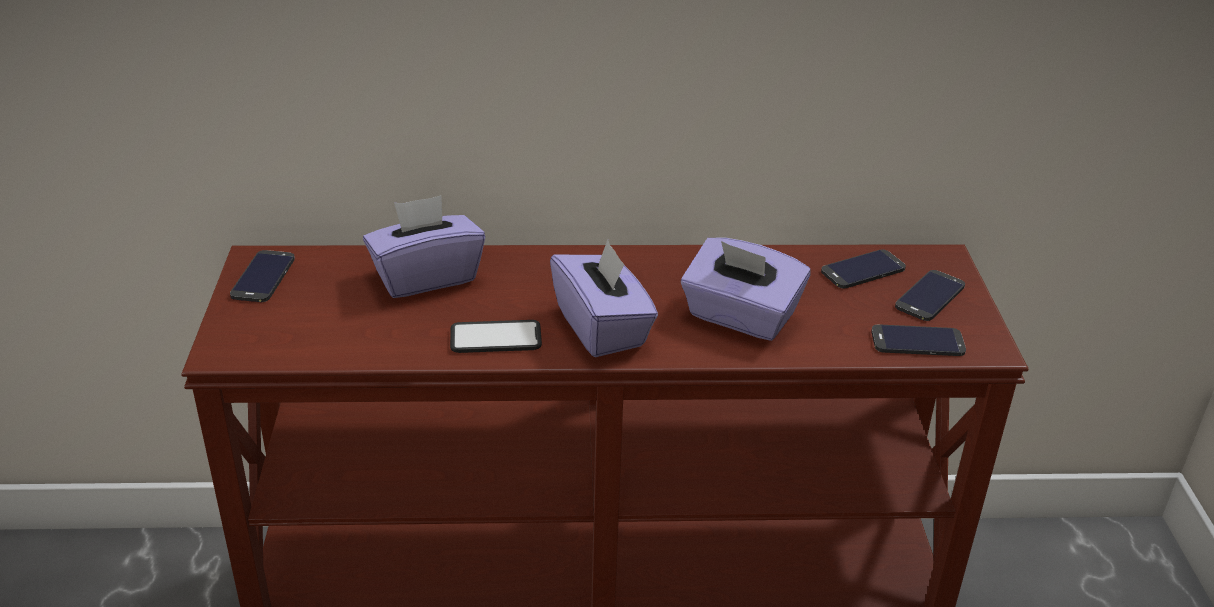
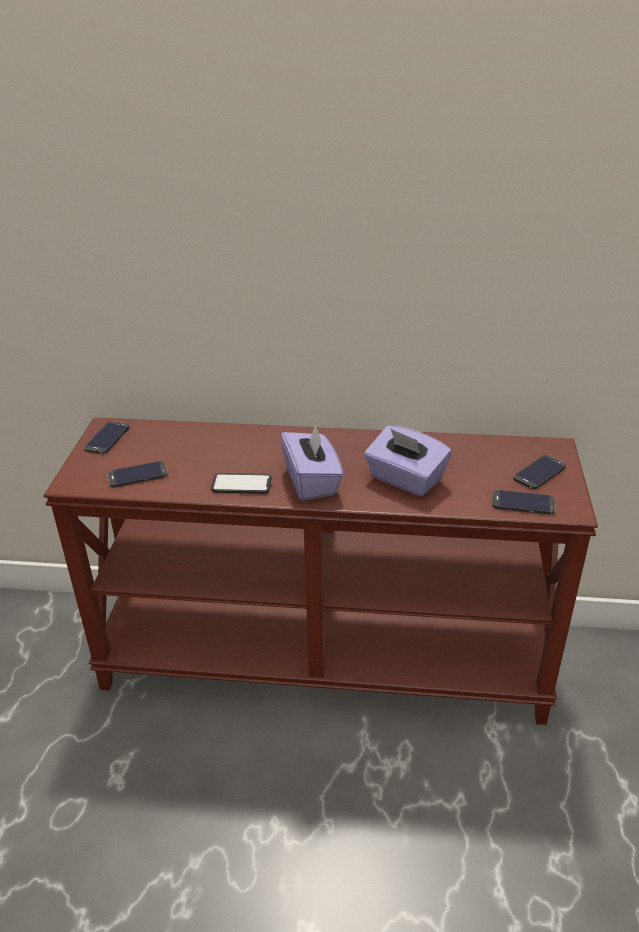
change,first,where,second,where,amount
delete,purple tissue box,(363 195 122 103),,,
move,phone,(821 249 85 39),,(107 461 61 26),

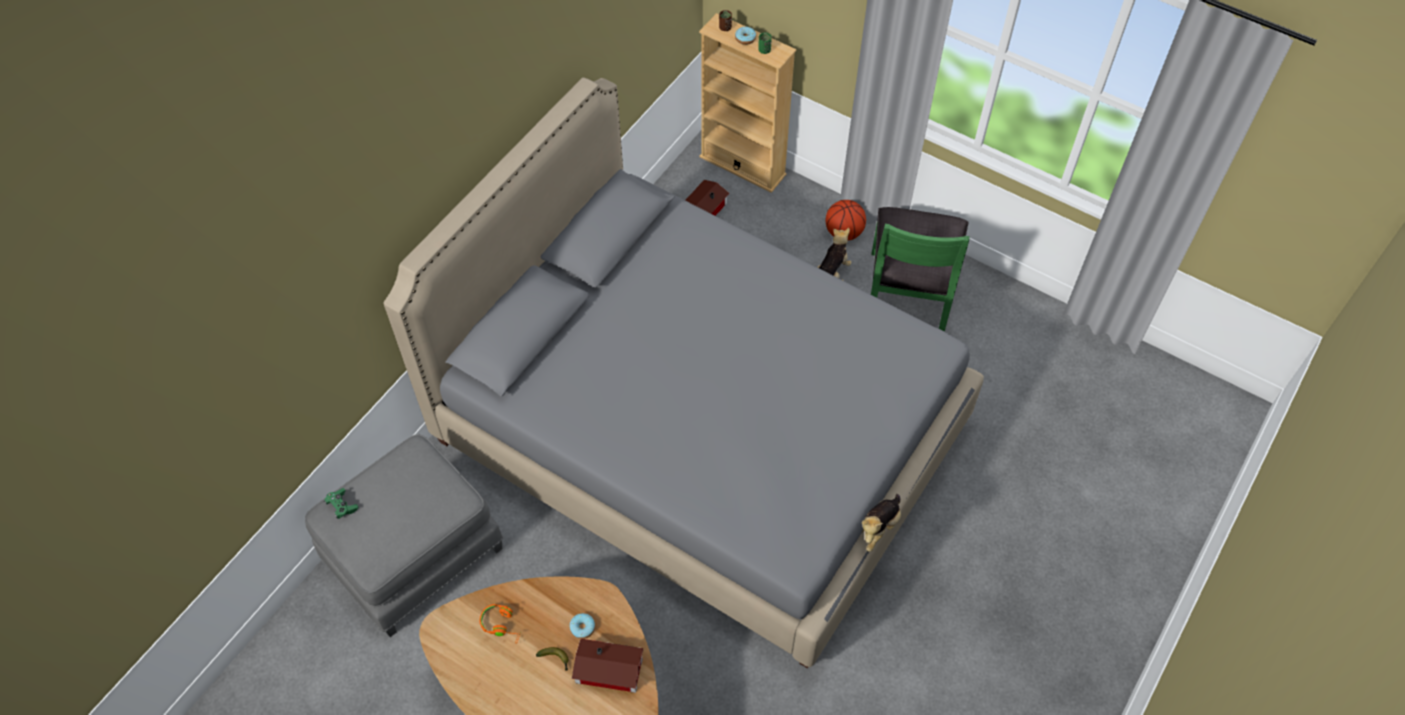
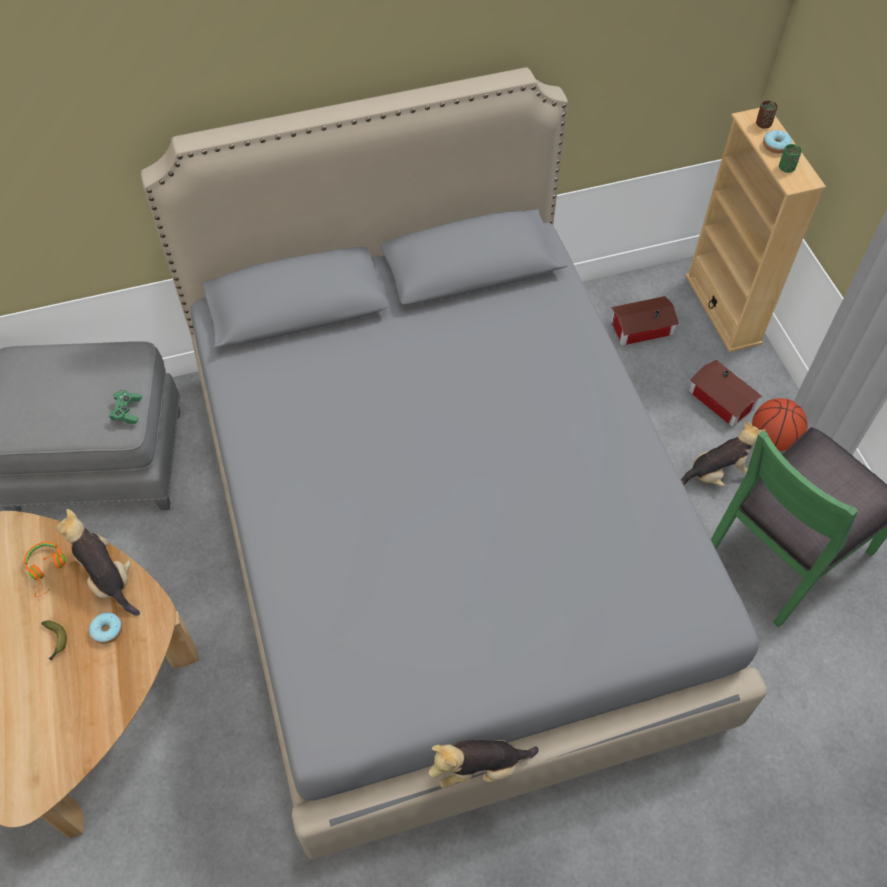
change,first,where,second,where,amount
insert,,,plush toy,(56 509 84 107),
move,green game controller,(324 488 35 31),,(109 390 33 34),
move,toy house,(572 639 72 54),,(689 360 74 67),

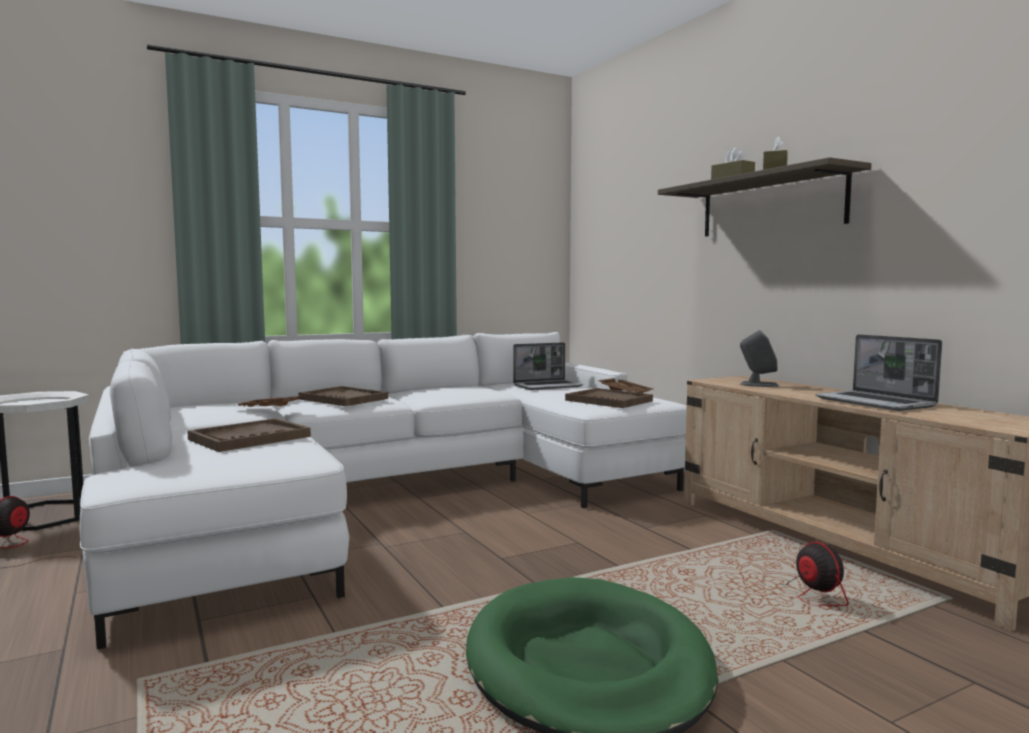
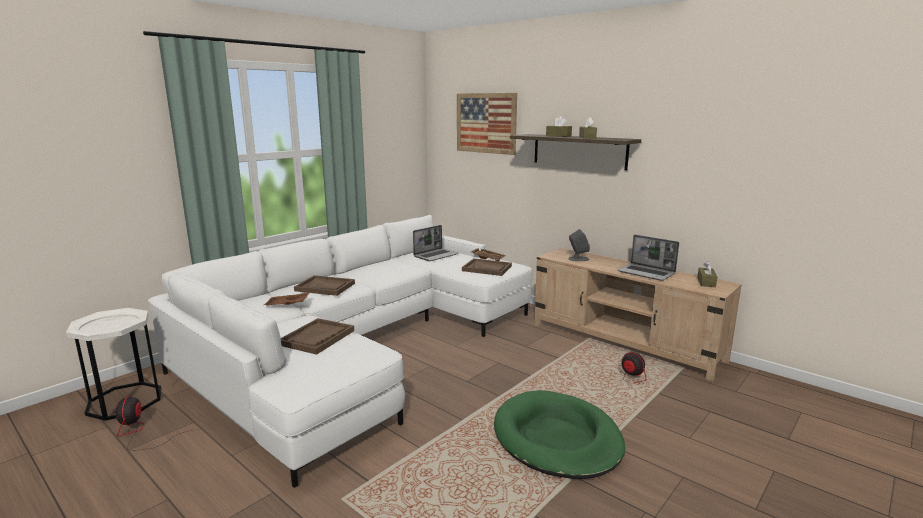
change,first,where,second,where,amount
insert,,,picture,(457 93 60 62),
insert,,,brown tissue box,(697 261 20 26),

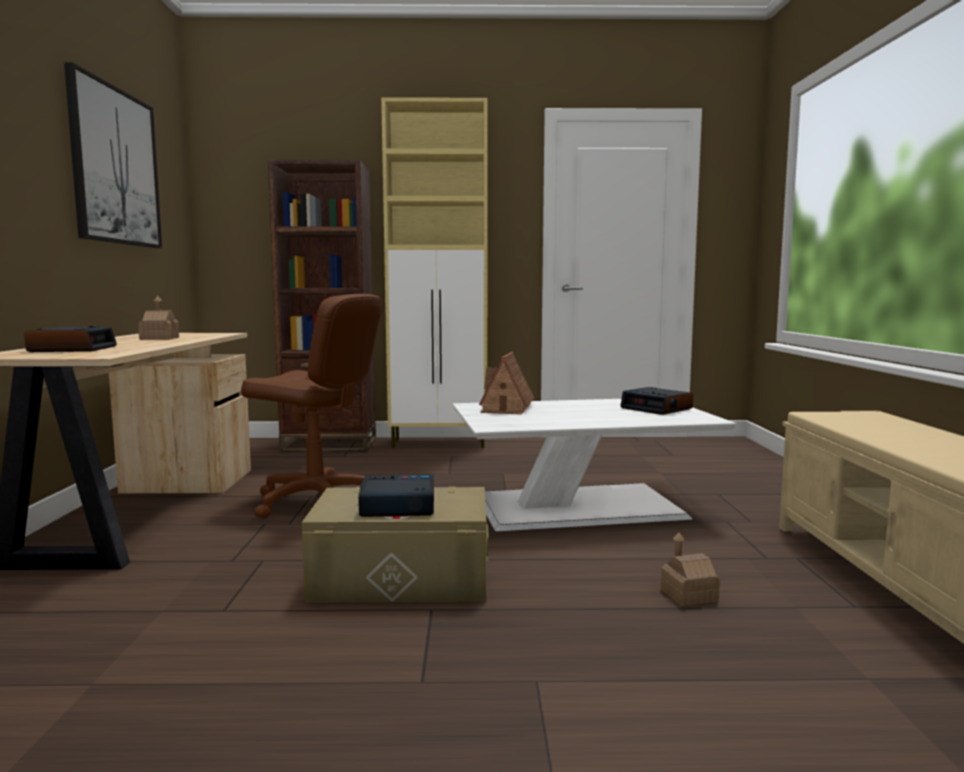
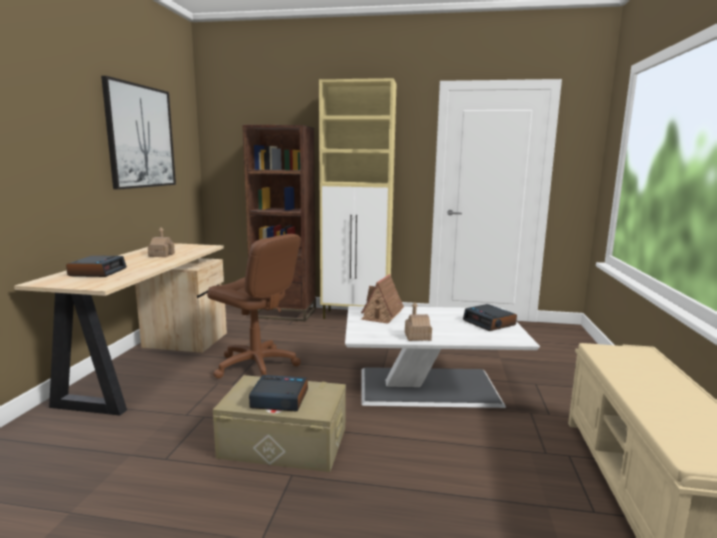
change,first,where,second,where,amount
move,toy house,(661 532 59 74),,(405 302 27 39),

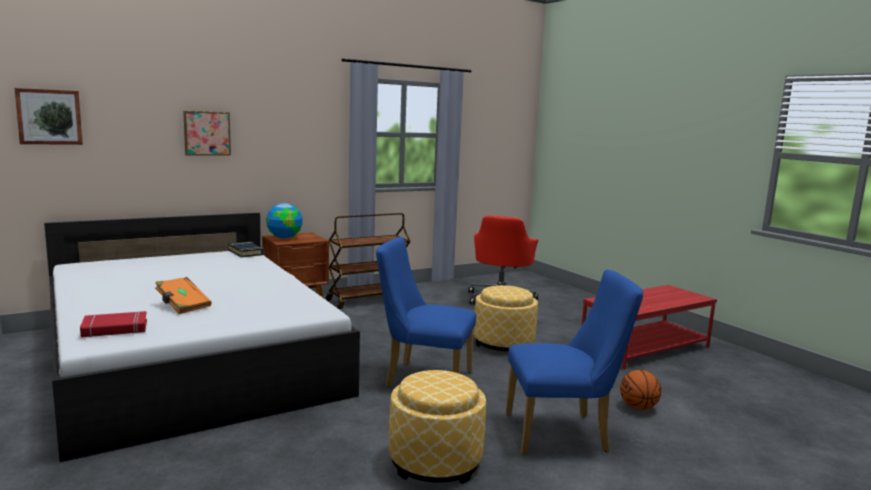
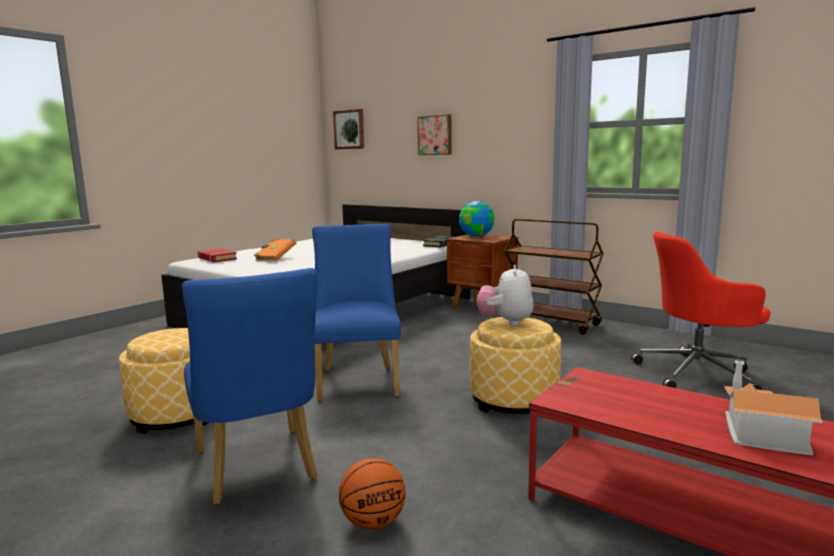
change,first,where,second,where,amount
insert,,,plush toy,(477 265 56 61),
insert,,,toy house,(724 360 99 95),

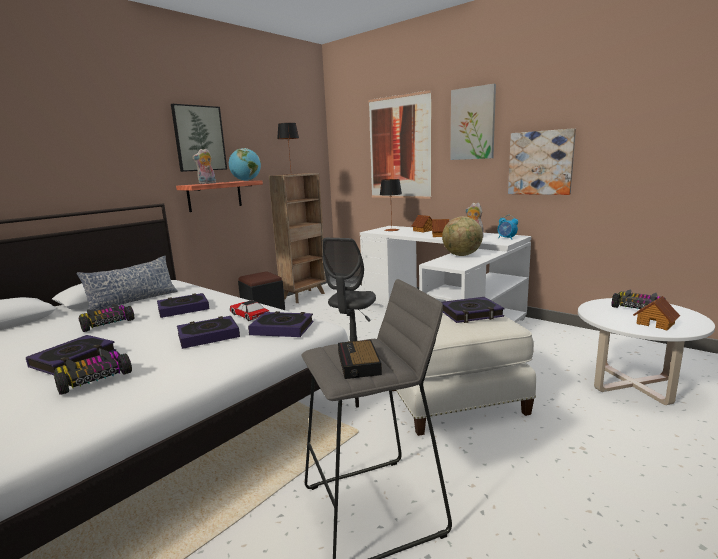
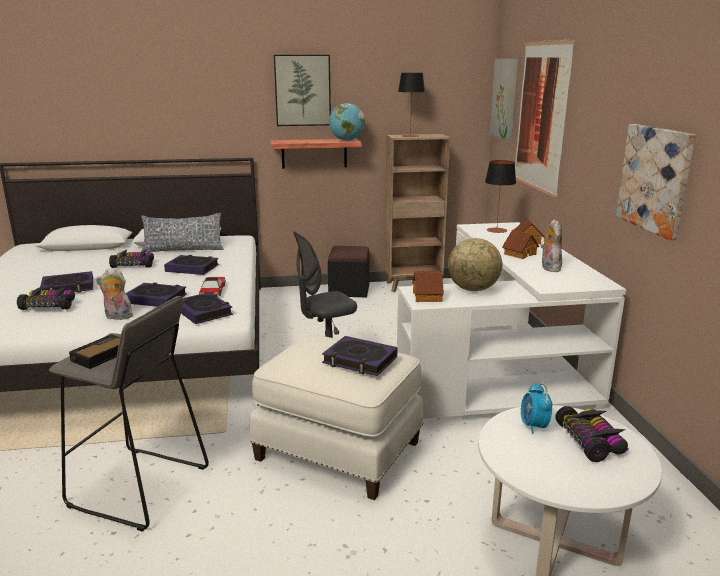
change,first,where,second,where,amount
move,plush toy,(192 149 24 35),,(96 268 37 52),
move,picture,(450 84 46 76),,(490 59 28 80),
move,alarm clock,(498 215 20 25),,(521 383 32 51),
move,toy house,(633 296 47 34),,(412 271 32 31),

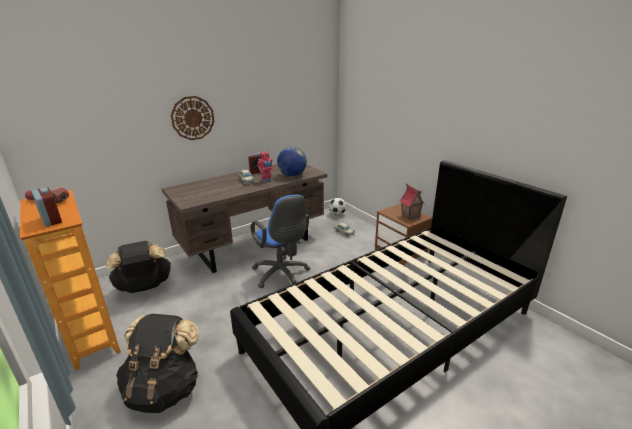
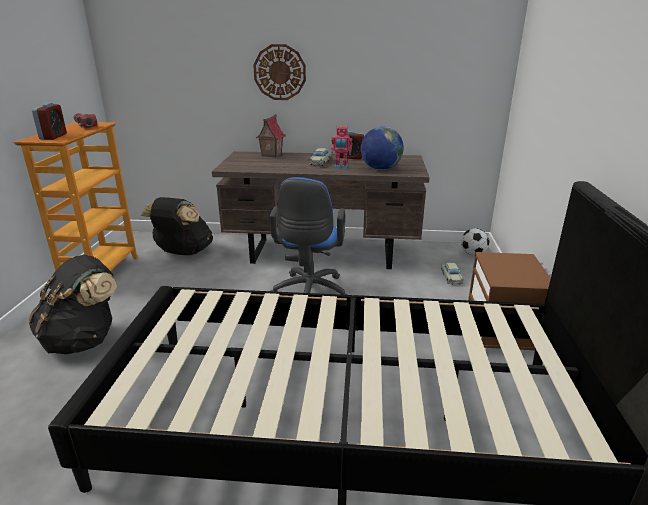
change,first,where,second,where,amount
move,toy house,(399 183 26 36),,(256 114 30 44),

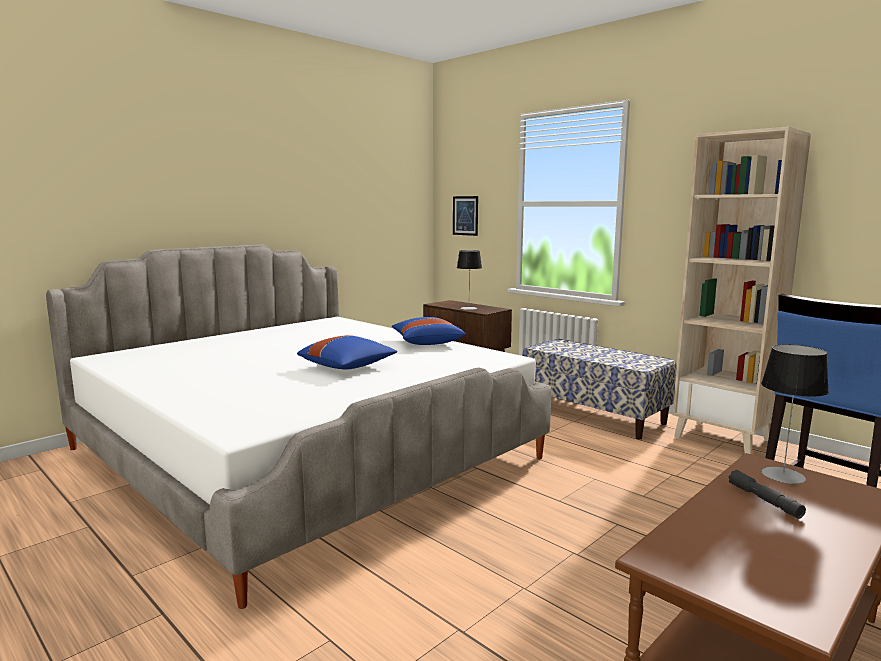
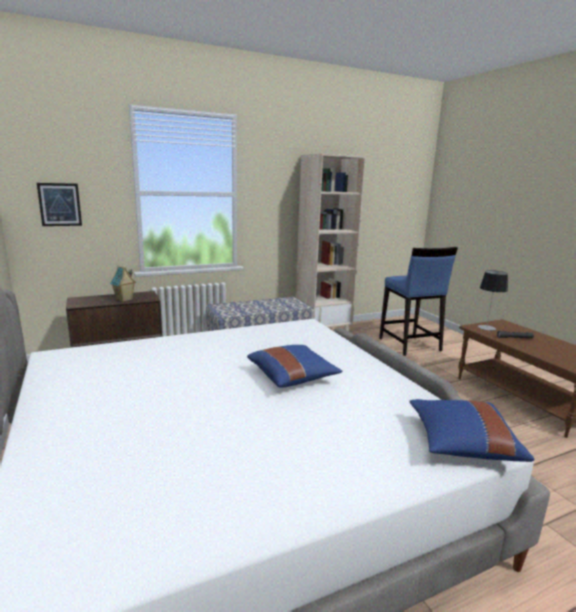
change,first,where,second,where,amount
move,blue pillow,(392 317 74 28),,(409 399 125 63),
replace,table lamp,(457 250 25 60),toy house,(110 265 26 37),

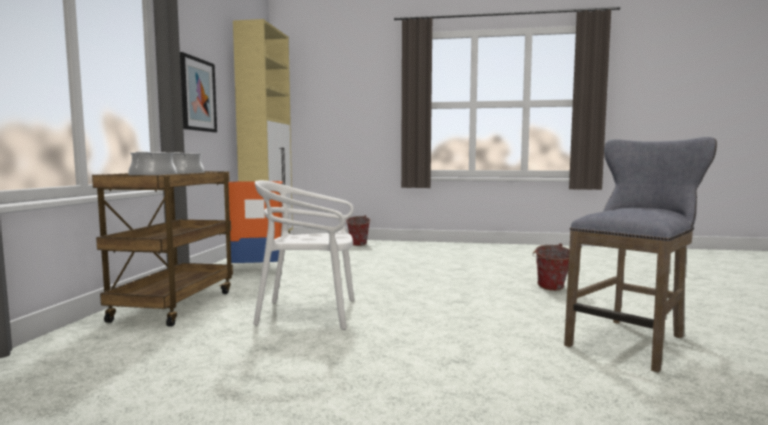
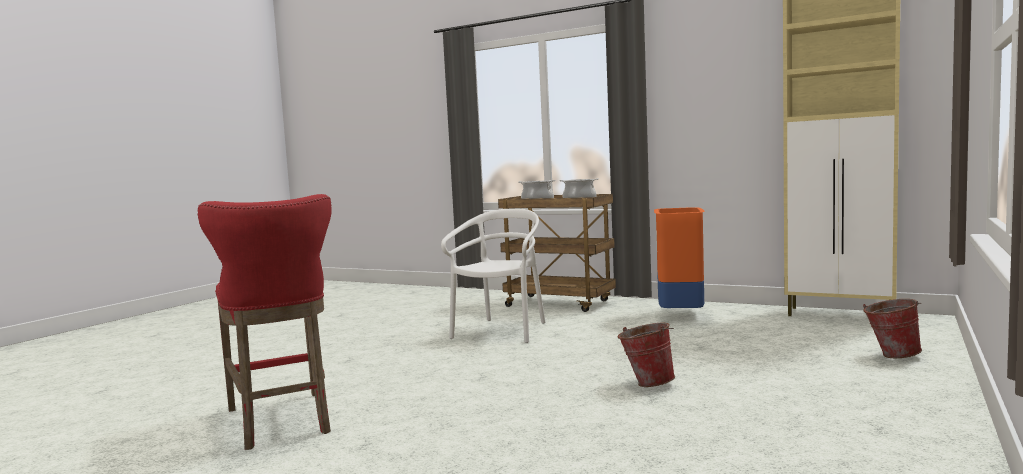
change,first,where,second,where,amount
delete,picture,(180 52 37 80),,,
move,bucket,(533 243 36 48),,(617 323 58 64),
recolor,grey stool,(564 137 153 235),red stool,(197 194 135 256),

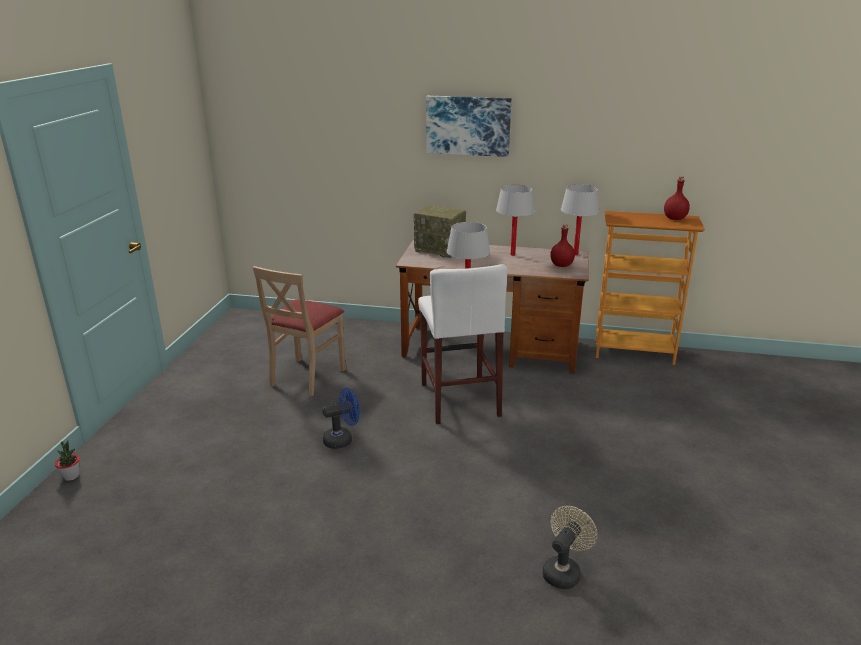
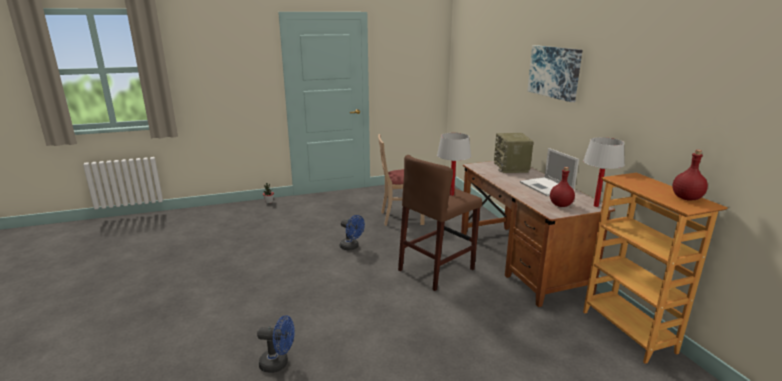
change,first,where,second,where,amount
replace,white table lamp,(496 185 39 71),laptop,(520 148 59 48),
recolor,white stool,(418 264 89 160),brown stool,(398 155 84 136),
recolor,beige fan,(542 506 55 83),blue fan,(257 315 38 58),

